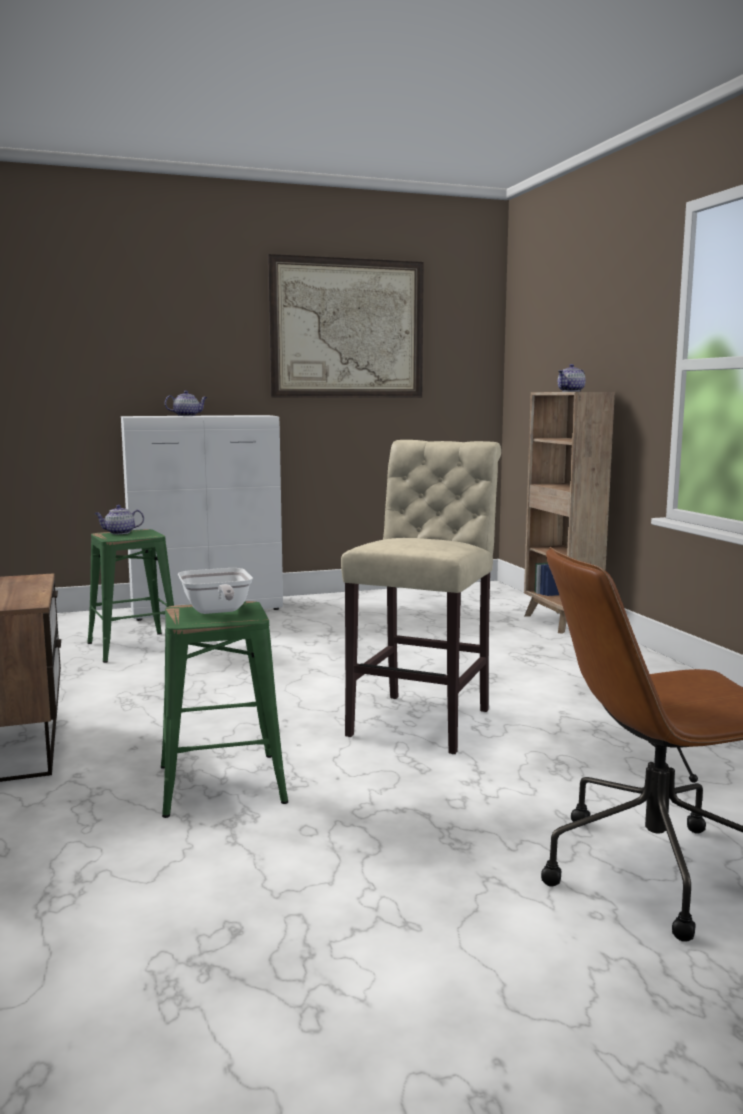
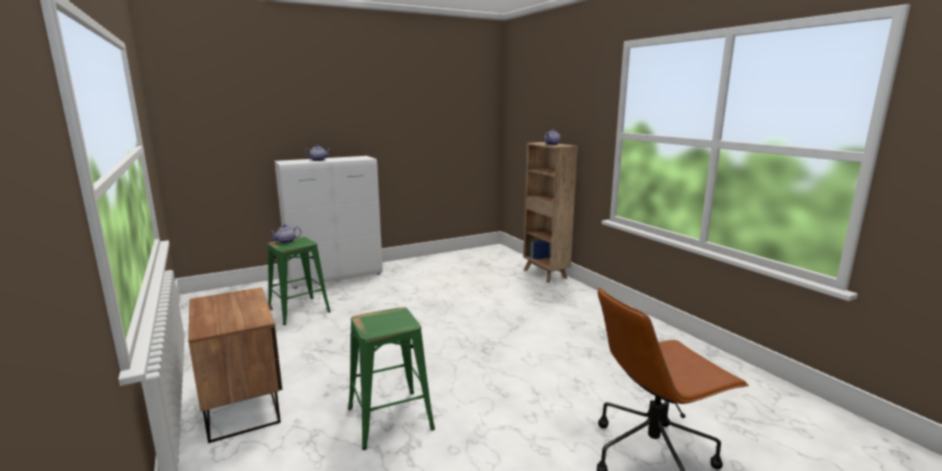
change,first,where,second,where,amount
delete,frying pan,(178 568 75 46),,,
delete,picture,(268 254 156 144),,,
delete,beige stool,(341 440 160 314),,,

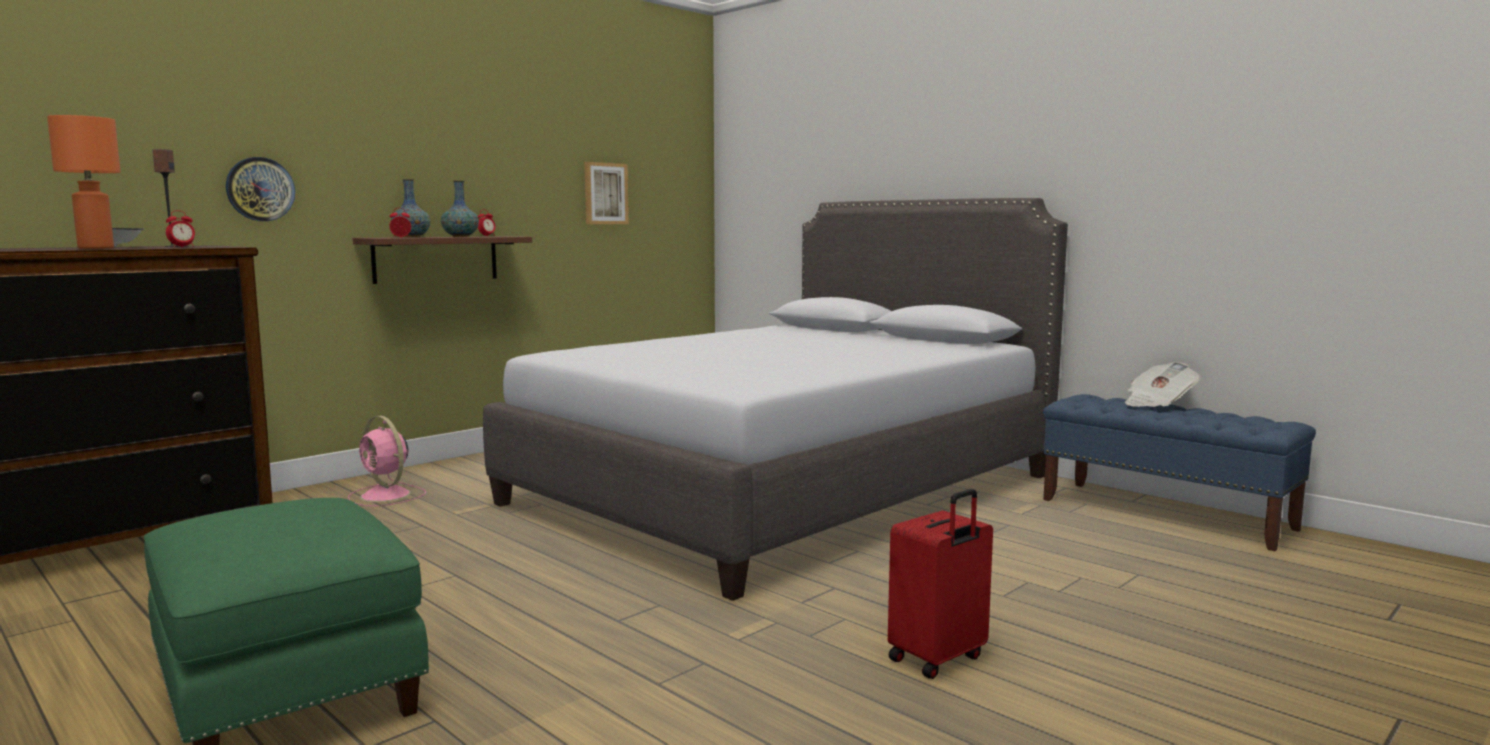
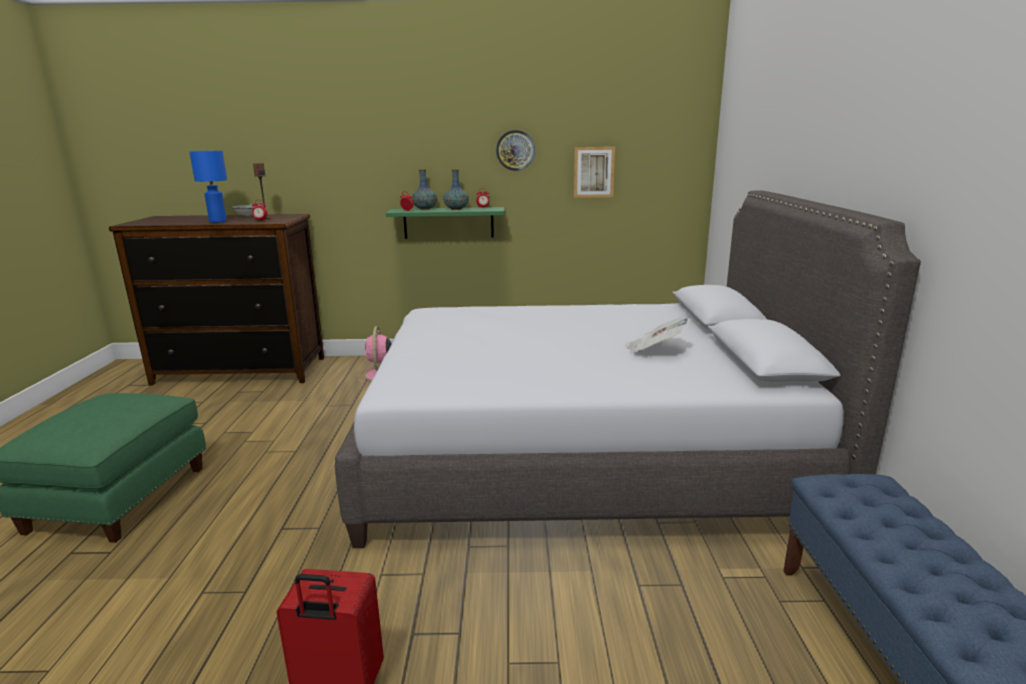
change,first,where,second,where,amount
move,wall clock,(226 157 69 64),,(496 130 39 41),
move,newspaper,(1125 362 75 45),,(625 317 65 36),
recolor,orange table lamp,(47 115 74 134),blue table lamp,(189 151 38 72),
recolor,brown shelf,(353 236 179 48),green shelf,(386 207 118 32),

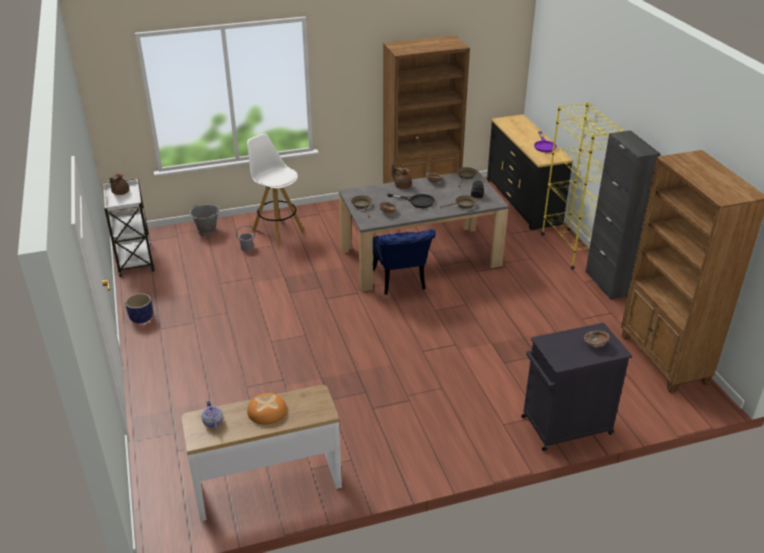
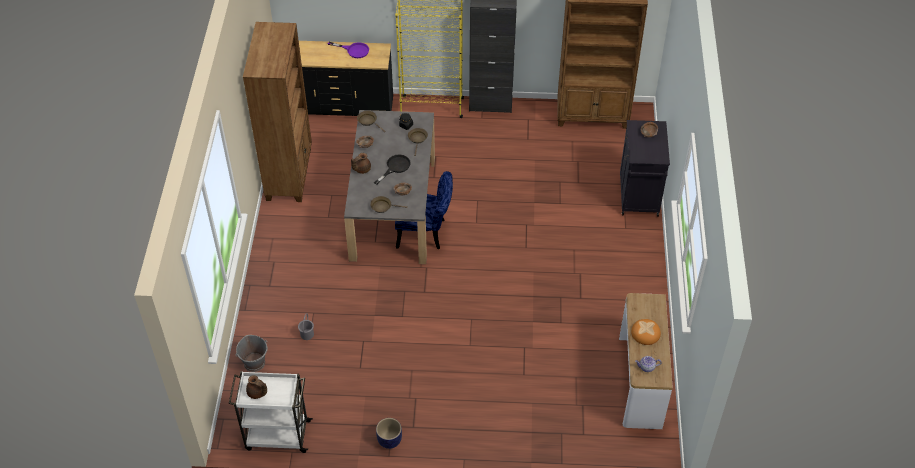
change,first,where,second,where,amount
delete,white stool,(247 134 58 111),,,

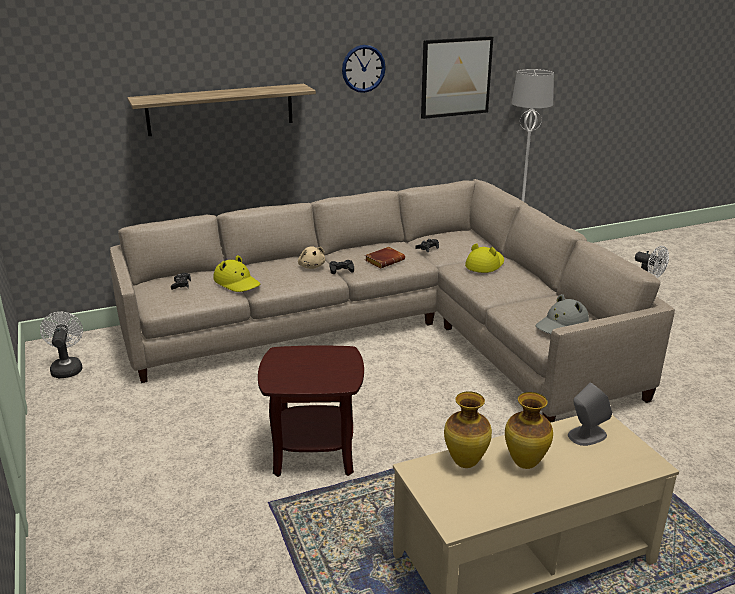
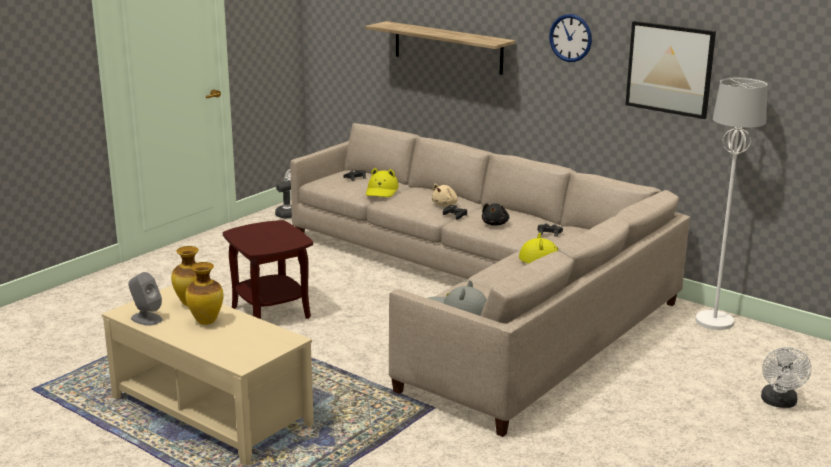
change,first,where,second,where,amount
move,grey speaker,(568 383 44 63),,(128 272 35 54),
replace,brown book,(365 247 40 22),black plush toy,(482 203 27 23),

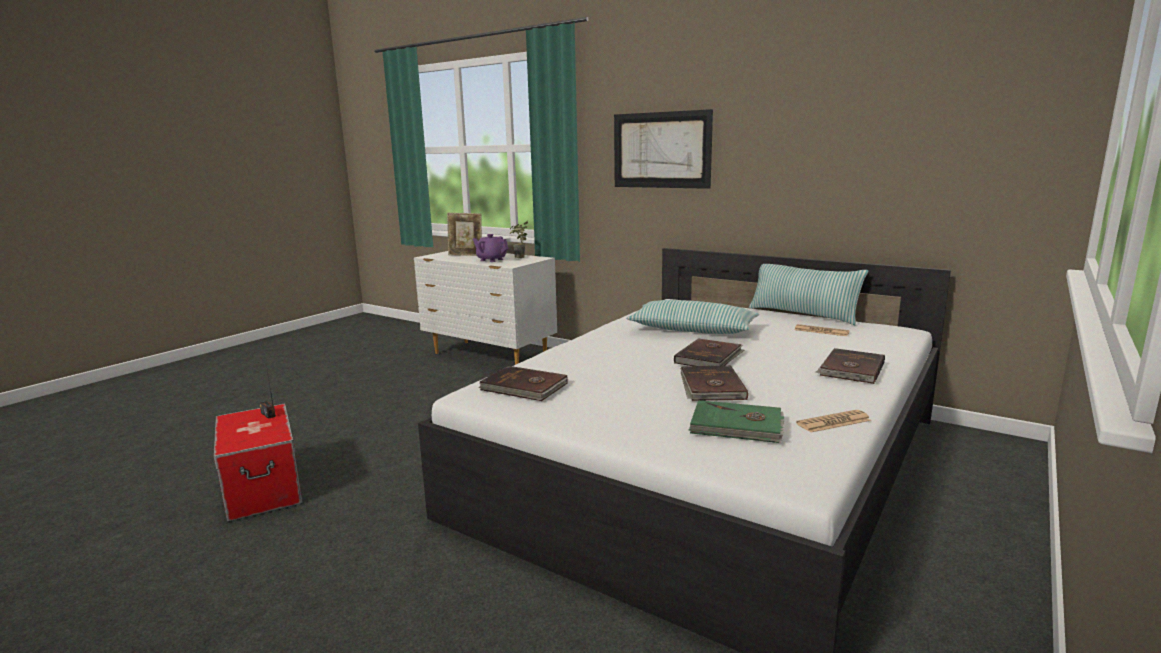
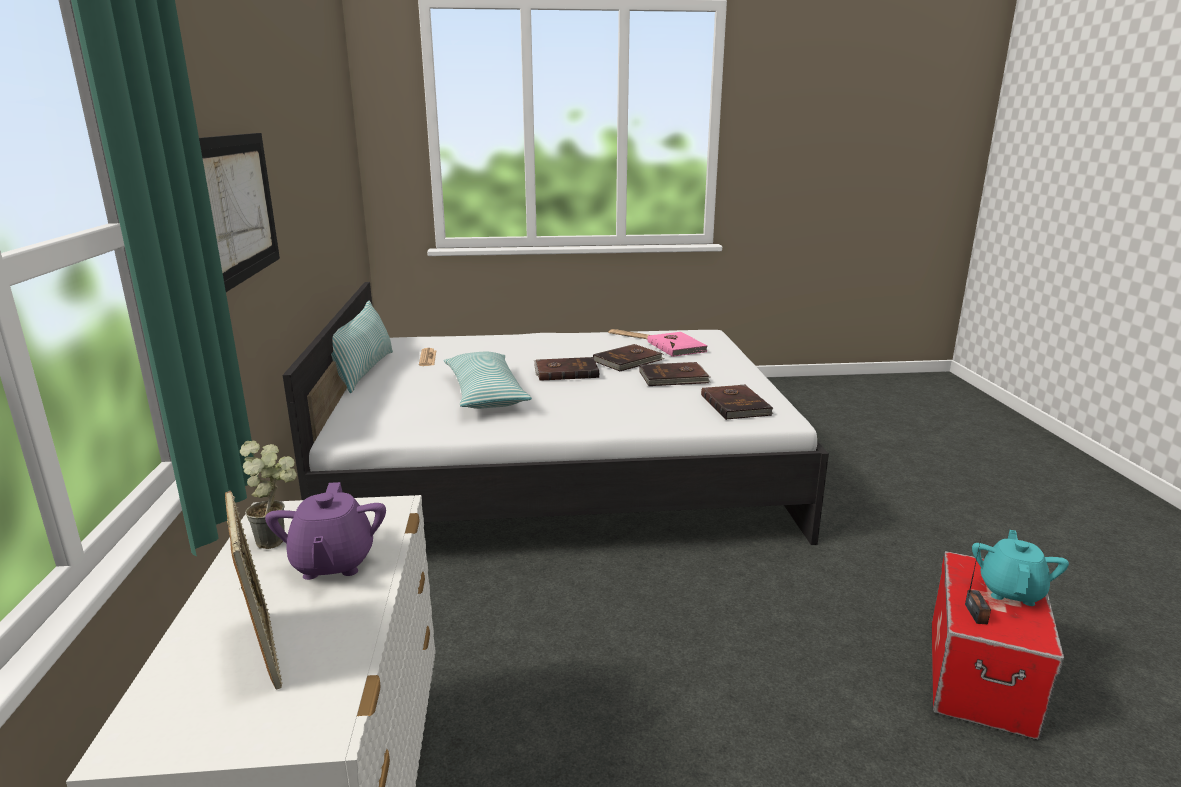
change,first,where,second,where,amount
insert,,,turquoise teapot,(972 530 97 76),
move,brown book,(815 348 70 36),,(640 362 71 24),
recolor,green book,(688 400 96 43),pink book,(647 332 61 25),

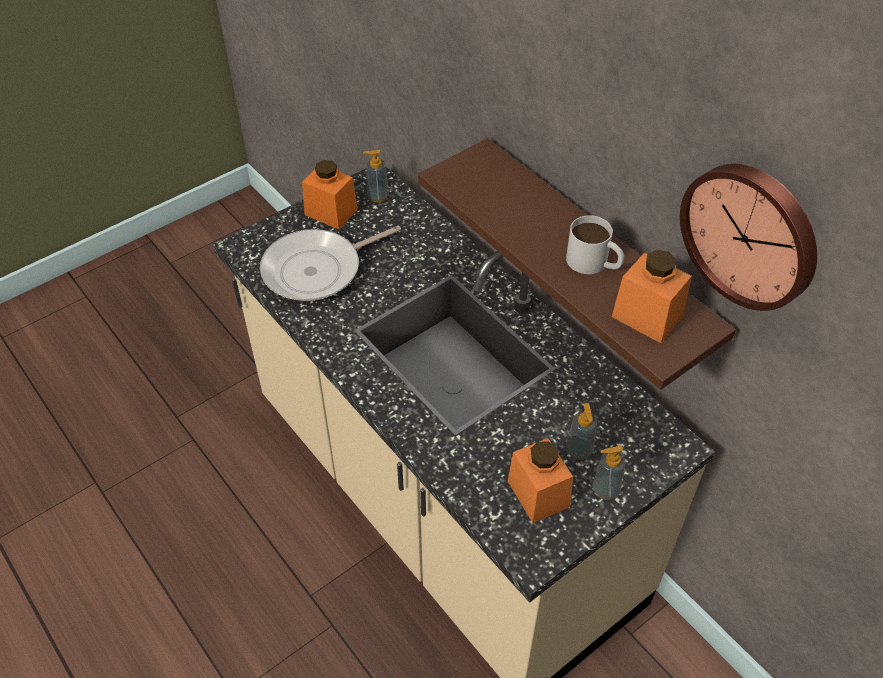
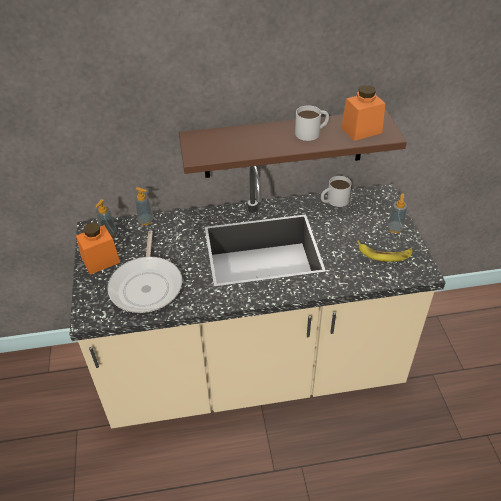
change,first,where,second,where,amount
delete,wall clock,(680 164 137 147),,,
insert,,,white mug,(321 176 31 31),
move,soap dispenser,(566 403 31 57),,(135 187 18 38),
replace,orange jar,(508 438 65 85),banana,(357 240 56 22),

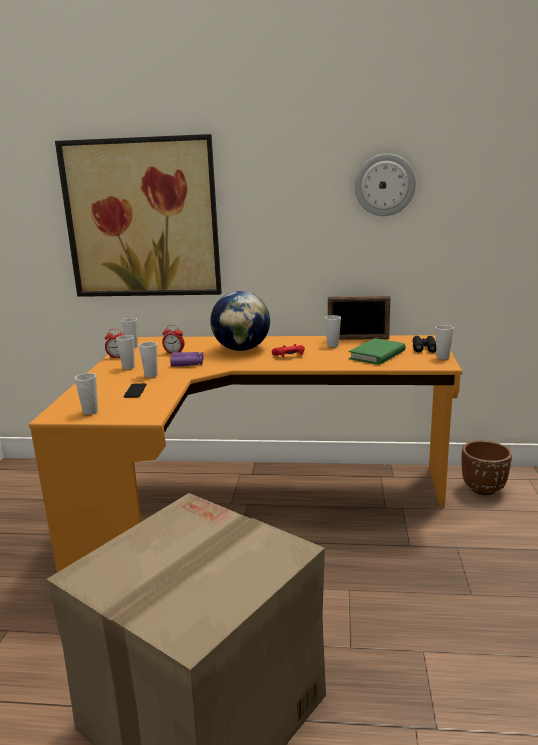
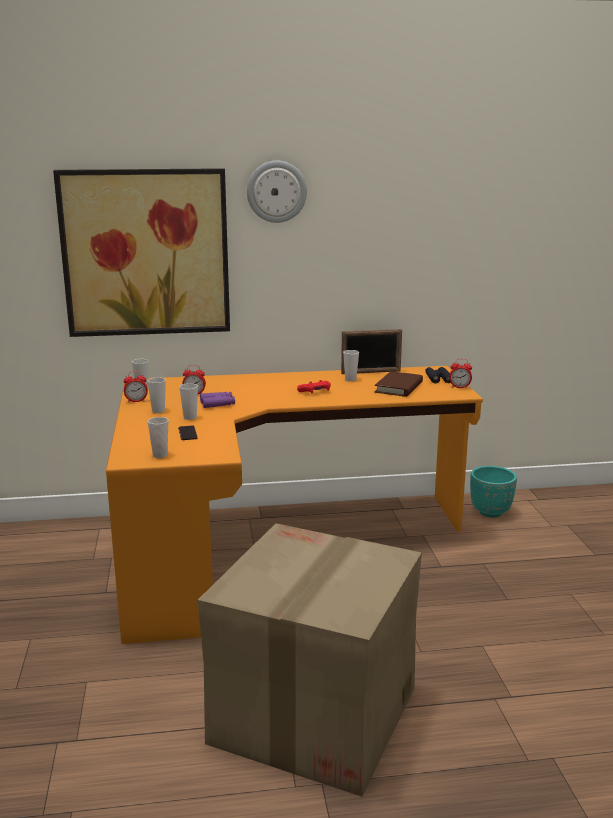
change,first,where,second,where,amount
delete,globe,(210 291 60 60),,,
move,wall clock,(355 153 61 63),,(247 161 60 62),
replace,cup,(436 325 18 35),alarm clock,(449 359 23 29),
recolor,green book,(349 338 56 27),brown book,(375 371 48 26),
recolor,brown planter,(462 440 50 55),turquoise planter,(470 466 47 51),

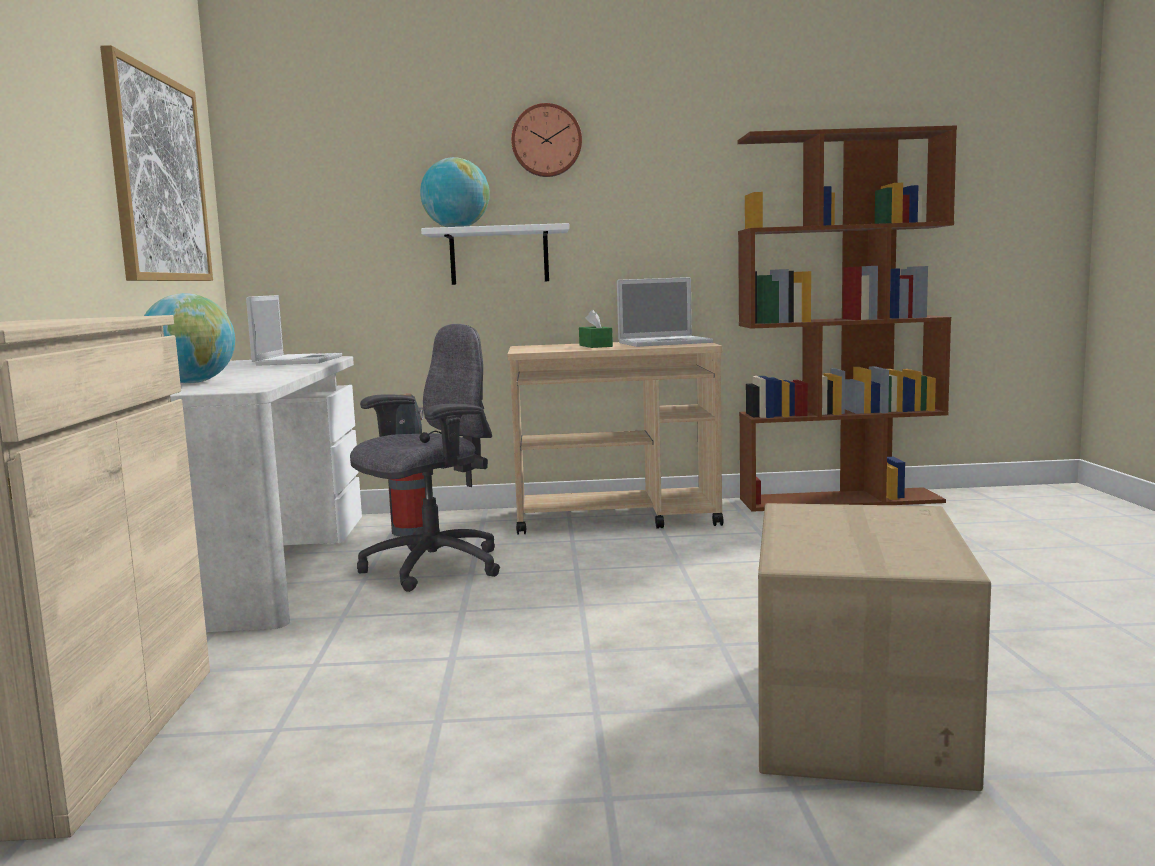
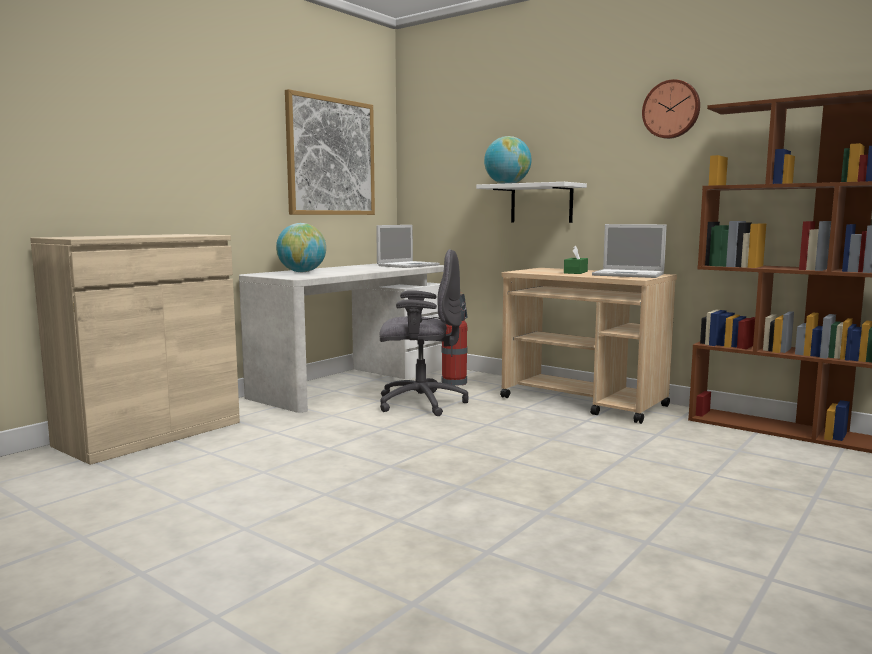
change,first,where,second,where,amount
delete,cardboard box,(758 503 233 288),,,
move,wall clock,(511 103 71 74),,(642 79 58 60),

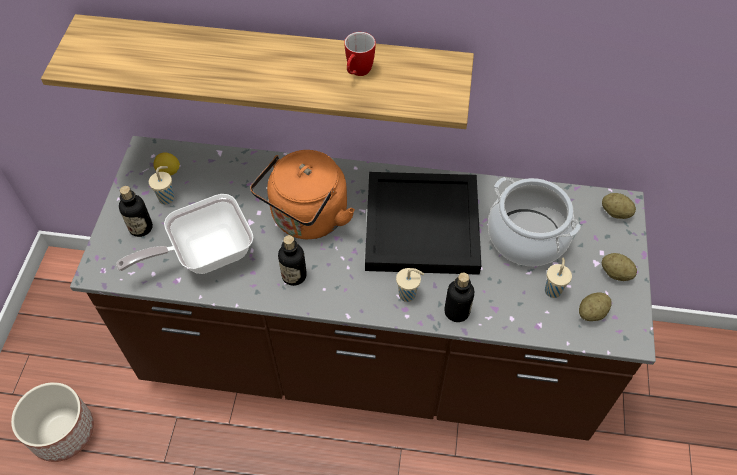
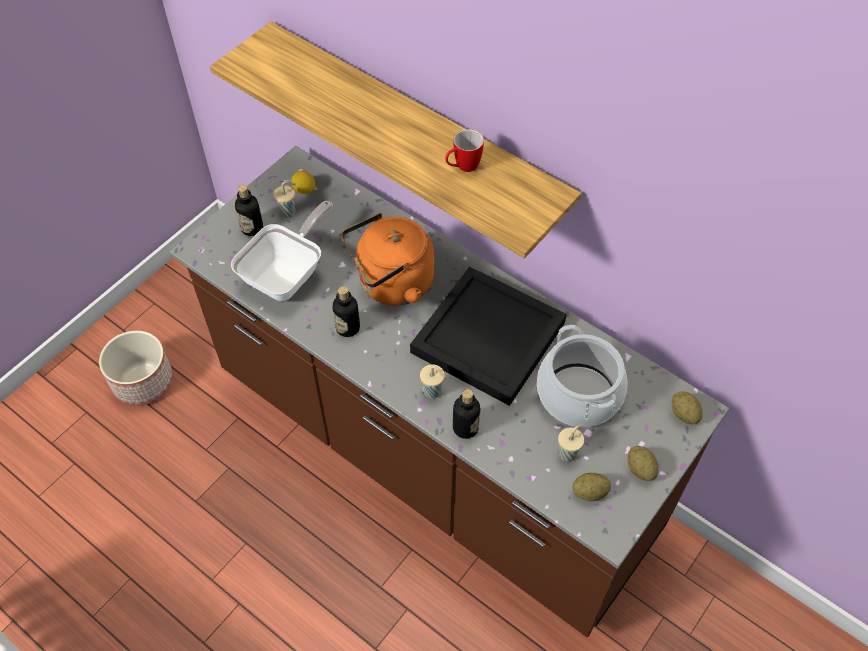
change,first,where,second,where,amount
rotate,frying pan,(116 194 137 80),,(231 201 102 100),120 degrees clockwise

